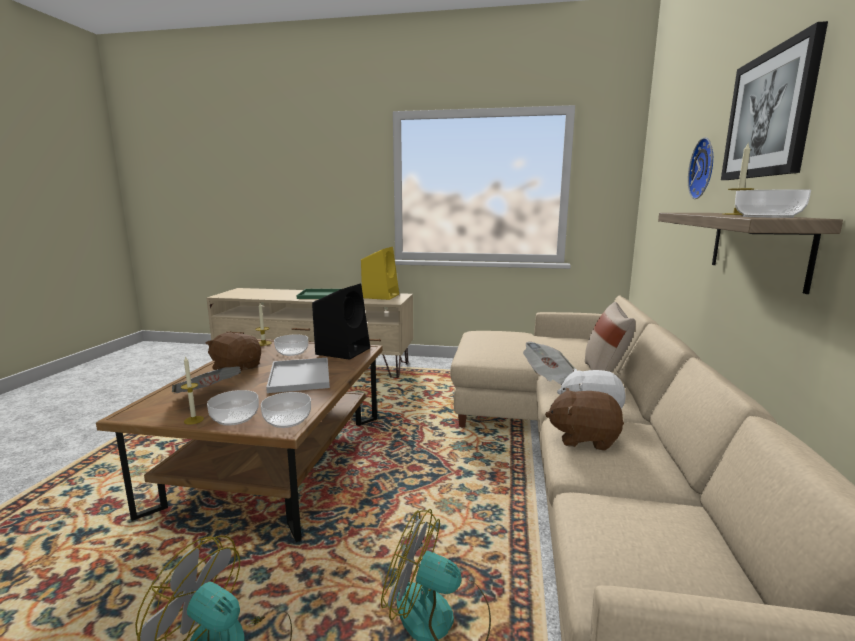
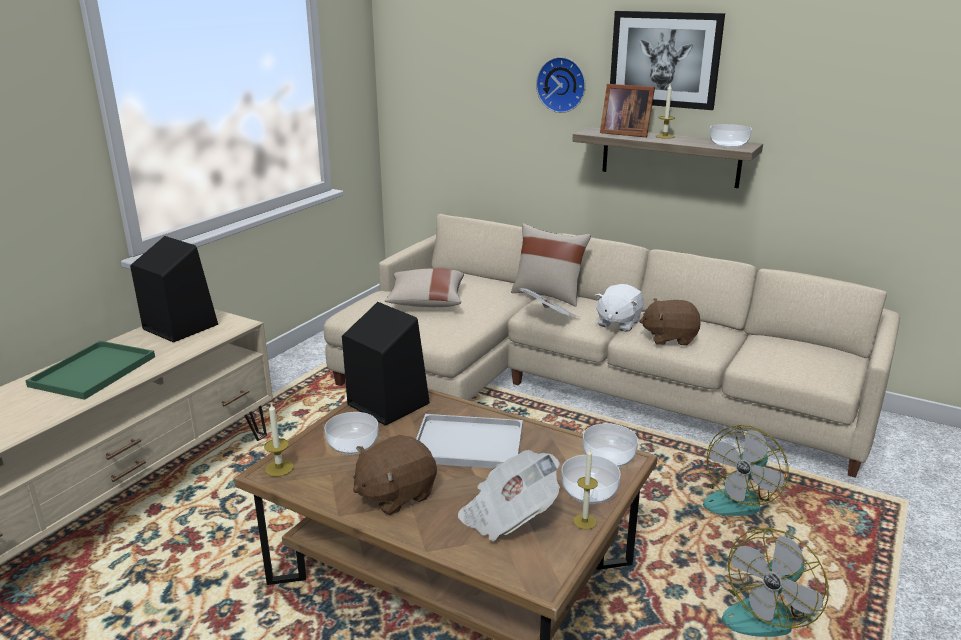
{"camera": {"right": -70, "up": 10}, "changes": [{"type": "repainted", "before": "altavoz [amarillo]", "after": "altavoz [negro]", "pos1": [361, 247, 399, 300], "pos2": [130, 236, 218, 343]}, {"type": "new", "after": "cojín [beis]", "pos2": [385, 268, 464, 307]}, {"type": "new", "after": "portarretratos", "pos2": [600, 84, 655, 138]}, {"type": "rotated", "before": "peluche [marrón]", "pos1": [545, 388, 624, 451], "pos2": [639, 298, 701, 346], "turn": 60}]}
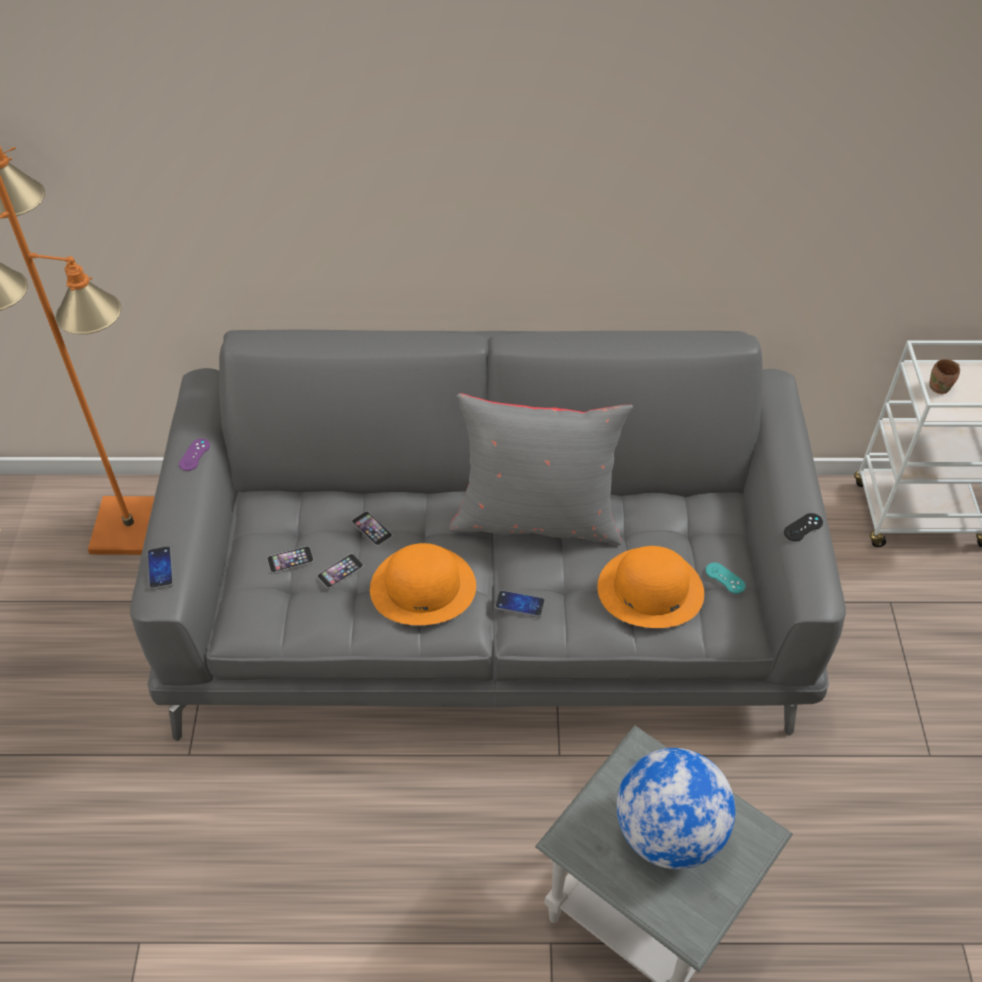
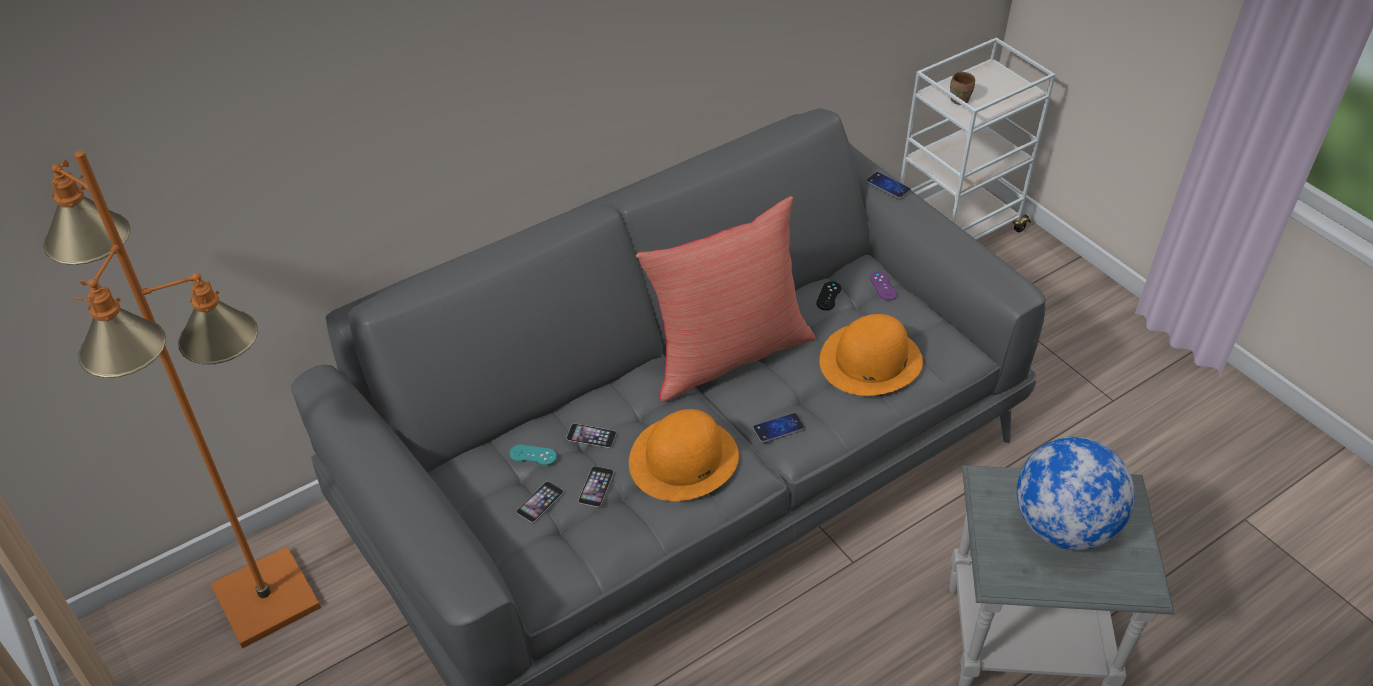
{"camera": {"right": -35, "up": -5}, "changes": [{"type": "shifted", "before": "mando de consola [turquesa]", "pos1": [706, 562, 745, 594], "pos2": [509, 445, 557, 465]}, {"type": "repainted", "before": "cojín [gris]", "after": "cojín [rojo]", "pos1": [449, 393, 633, 545], "pos2": [636, 196, 816, 402]}, {"type": "shifted", "before": "mando de consola [negro]", "pos1": [784, 513, 823, 541], "pos2": [816, 281, 841, 311]}, {"type": "shifted", "before": "móvil", "pos1": [147, 546, 174, 590], "pos2": [866, 172, 911, 199]}, {"type": "shifted", "before": "mando de consola [morado]", "pos1": [179, 438, 210, 471], "pos2": [870, 272, 897, 300]}]}
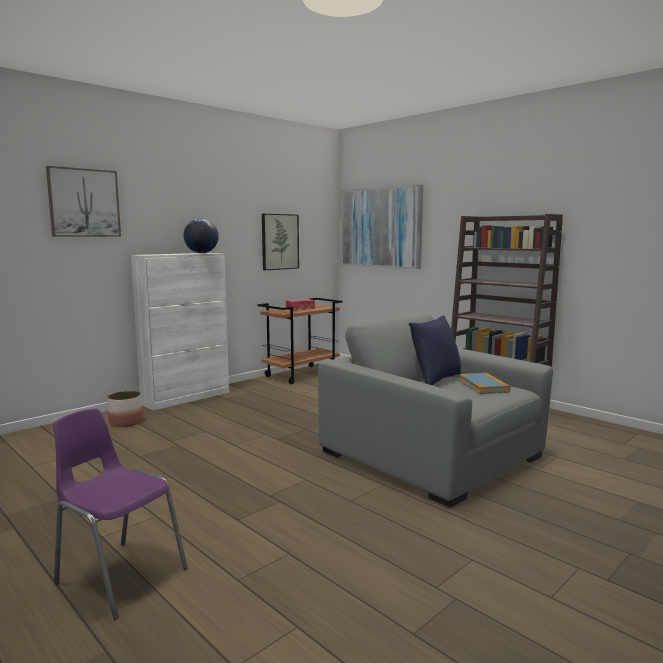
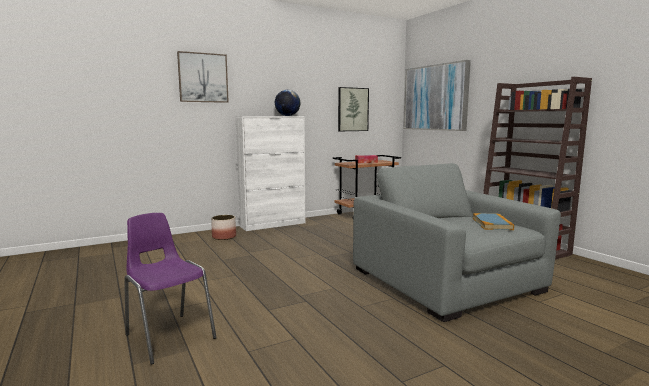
{"camera": {"right": 15, "up": 0}, "changes": [{"type": "gone", "before": "cojín [azul]", "pos1": [409, 316, 461, 385]}]}
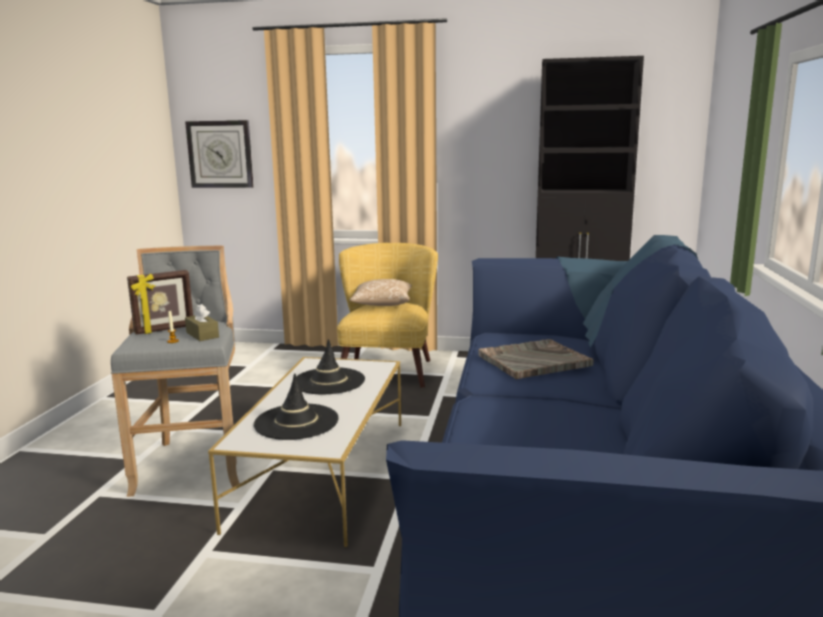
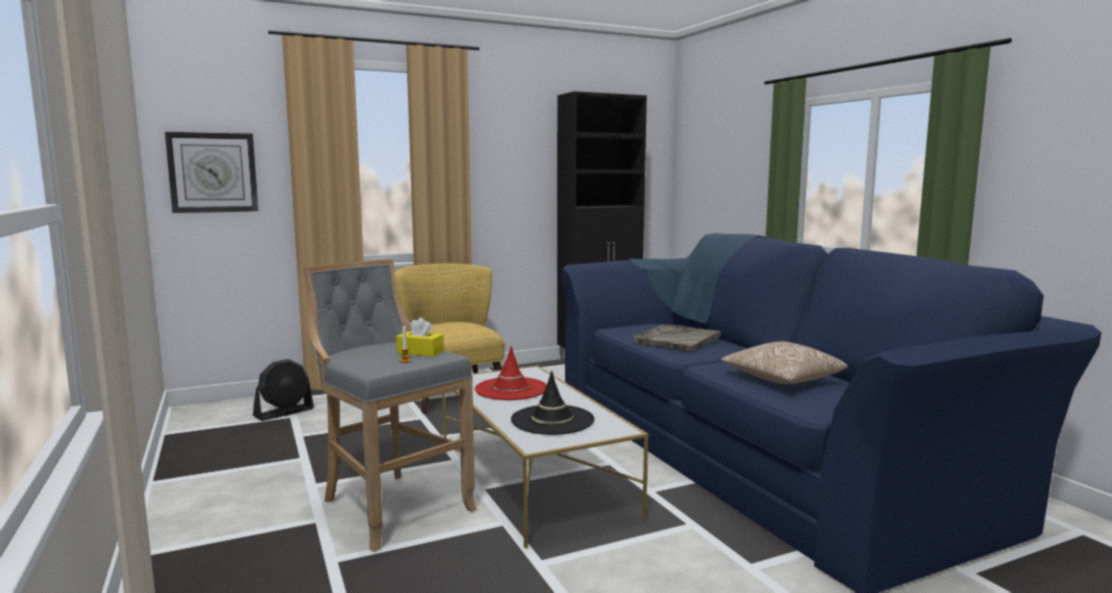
{"camera": {"right": -35, "up": -5}, "changes": [{"type": "new", "after": "ventilador [negro]", "pos2": [253, 359, 314, 421]}, {"type": "repainted", "before": "caja de pañuelos [marrón]", "after": "caja de pañuelos [amarillo]", "pos1": [185, 304, 219, 341], "pos2": [396, 318, 444, 357]}, {"type": "repainted", "before": "sombrero [negro]", "after": "sombrero [rojo]", "pos1": [296, 339, 365, 394], "pos2": [475, 346, 547, 400]}, {"type": "shifted", "before": "cojín", "pos1": [349, 279, 412, 306], "pos2": [721, 341, 848, 384]}, {"type": "gone", "before": "portarretratos", "pos1": [127, 270, 193, 335]}]}
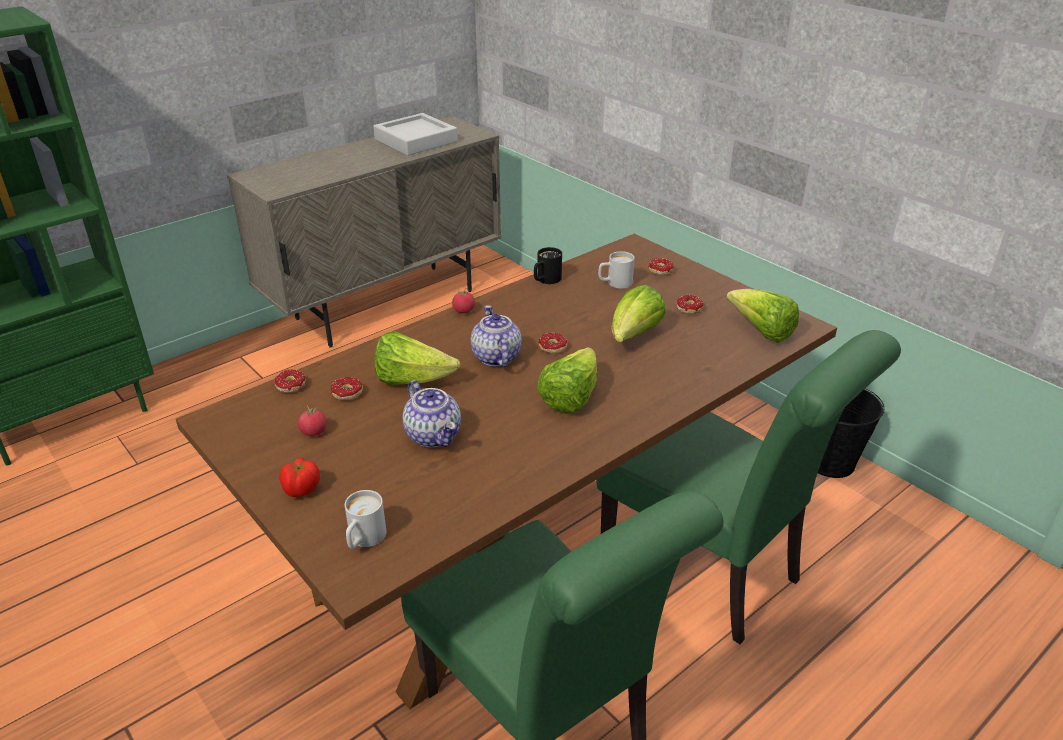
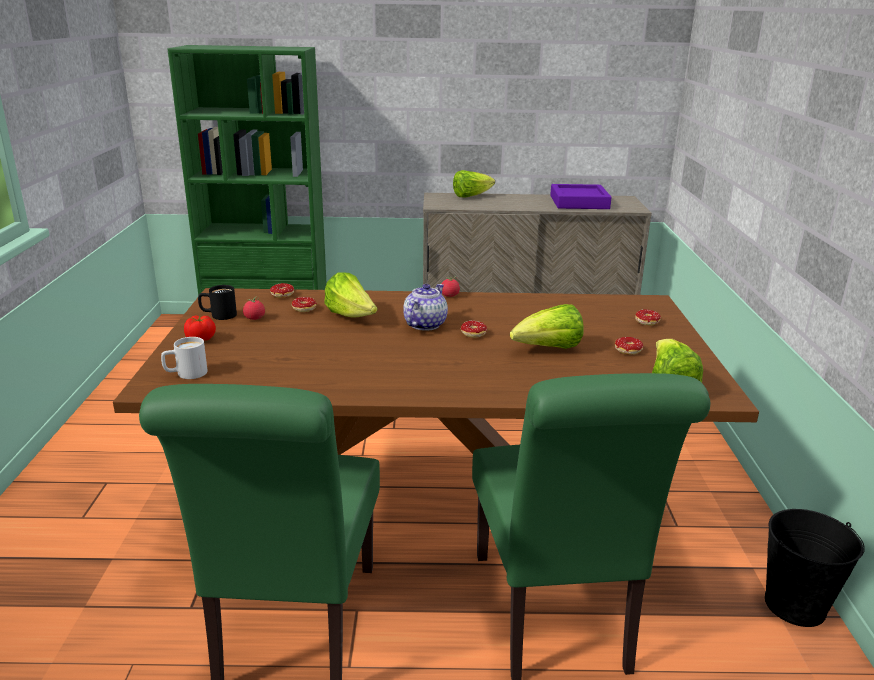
{"camera": {"right": 40, "up": -10}, "changes": [{"type": "shifted", "before": "taza grande [negro]", "pos1": [534, 247, 562, 284], "pos2": [198, 285, 237, 320]}, {"type": "shifted", "before": "lechuga", "pos1": [537, 347, 597, 413], "pos2": [453, 170, 495, 198]}, {"type": "repainted", "before": "bandeja [gris]", "after": "bandeja [morado]", "pos1": [373, 113, 457, 156], "pos2": [550, 184, 612, 209]}, {"type": "gone", "before": "tetera", "pos1": [403, 380, 461, 447]}, {"type": "gone", "before": "taza grande [blanco]", "pos1": [598, 251, 634, 289]}]}
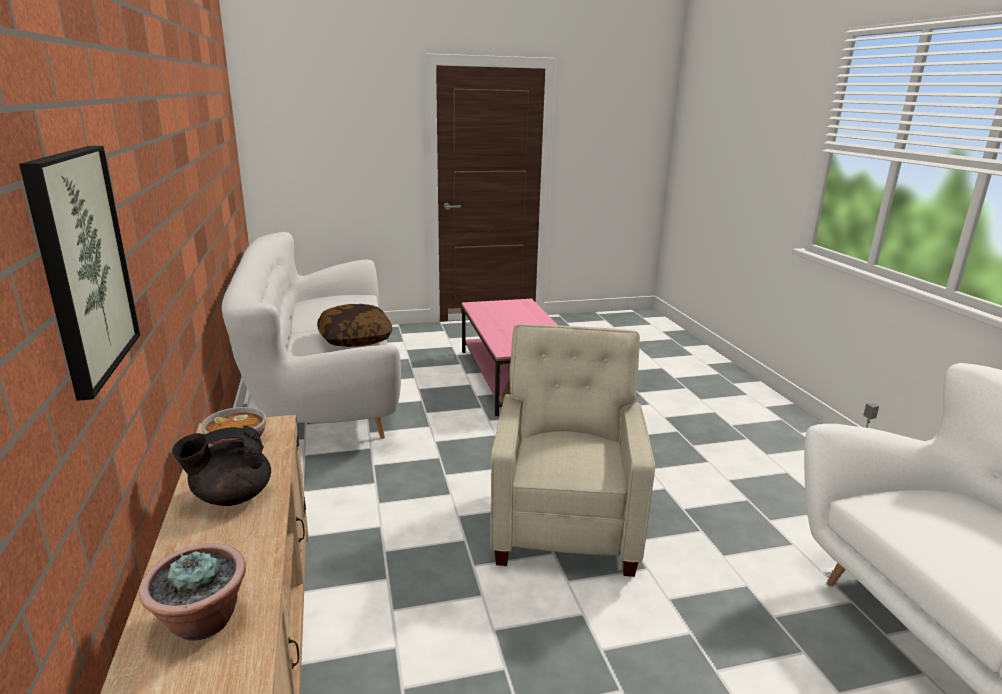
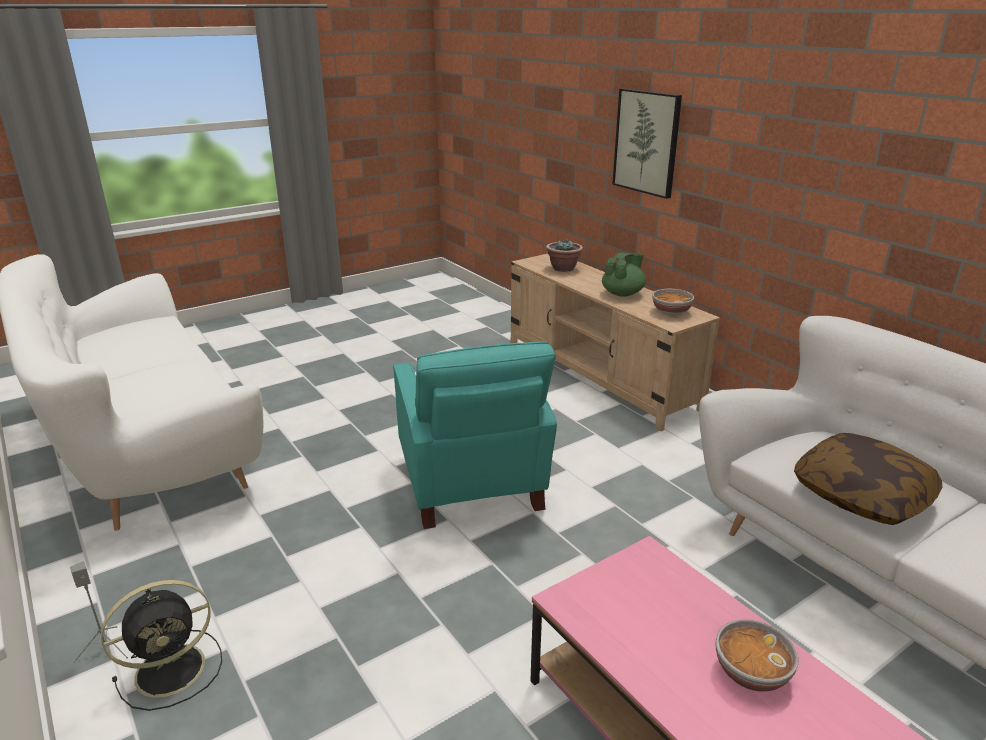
{"camera": {"right": 160, "up": 5}, "changes": [{"type": "new", "after": "ventilador [negro]", "pos2": [101, 580, 222, 711]}, {"type": "repainted", "before": "sillón [beis]", "after": "sillón [turquesa]", "pos1": [491, 324, 655, 577], "pos2": [393, 341, 557, 529]}, {"type": "repainted", "before": "tetera [negro]", "after": "tetera [verde]", "pos1": [172, 426, 271, 506], "pos2": [602, 253, 646, 297]}, {"type": "new", "after": "cuenco", "pos2": [715, 619, 799, 691]}]}
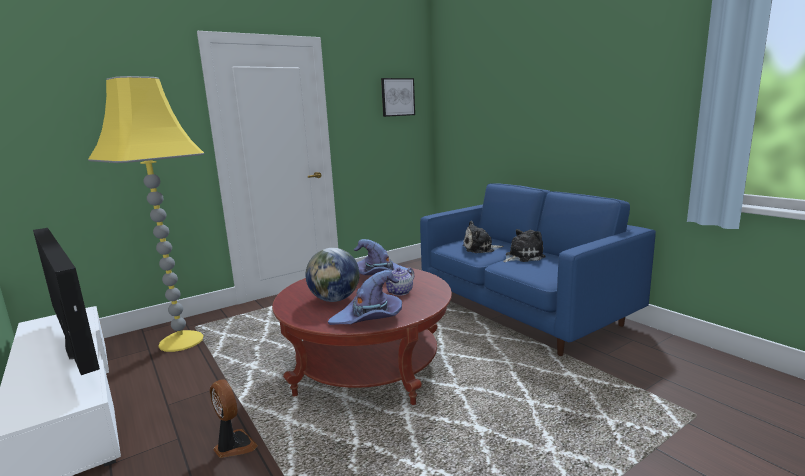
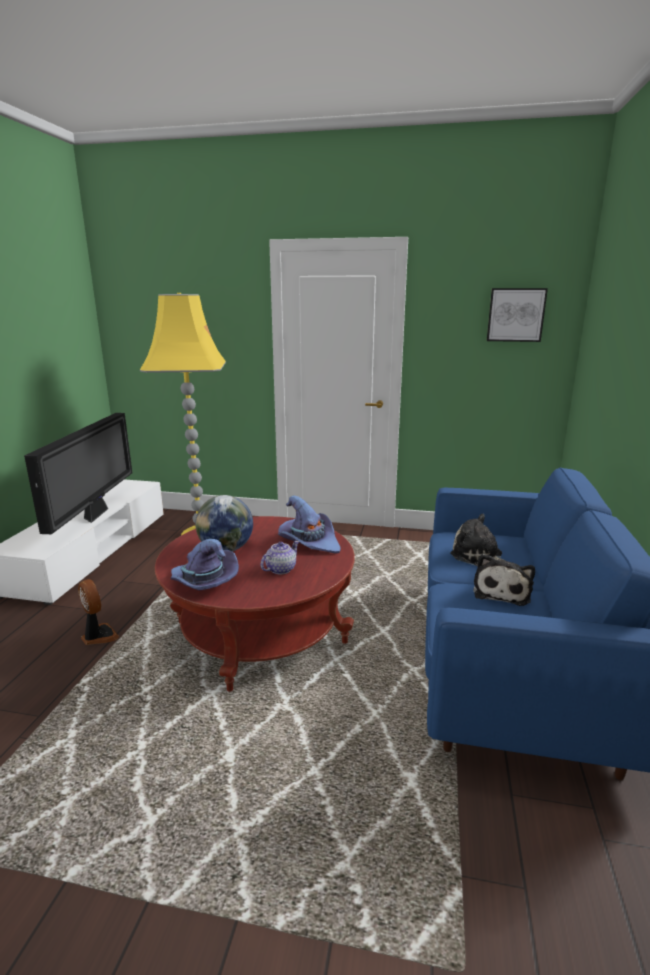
{"camera": {"right": 45, "up": 5}, "changes": [{"type": "rotated", "before": "ventilador", "pos1": [210, 379, 258, 458], "pos2": [78, 579, 119, 645], "turn": -45}, {"type": "rotated", "before": "tetera", "pos1": [386, 267, 414, 296], "pos2": [261, 541, 299, 574], "turn": 135}, {"type": "rotated", "before": "peluche", "pos1": [503, 229, 546, 262], "pos2": [473, 554, 535, 606], "turn": 90}]}
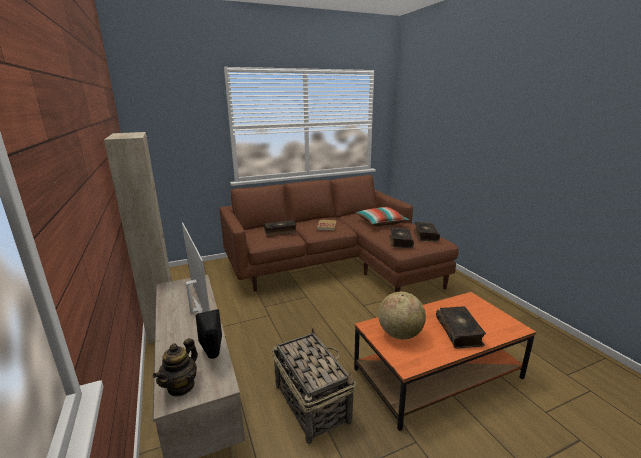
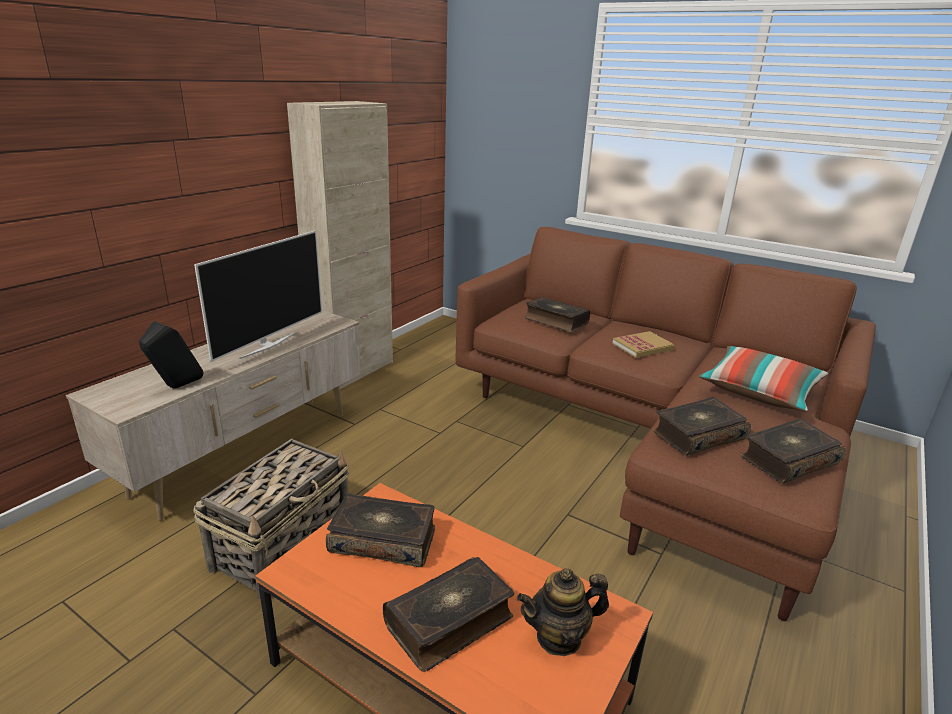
{"camera": {"right": 55, "up": 5}, "changes": [{"type": "swapped", "before": "globo terráqueo", "after": "libro", "pos1": [378, 292, 426, 339], "pos2": [326, 493, 435, 567]}, {"type": "shifted", "before": "tetera", "pos1": [153, 338, 198, 397], "pos2": [517, 568, 609, 656]}]}
